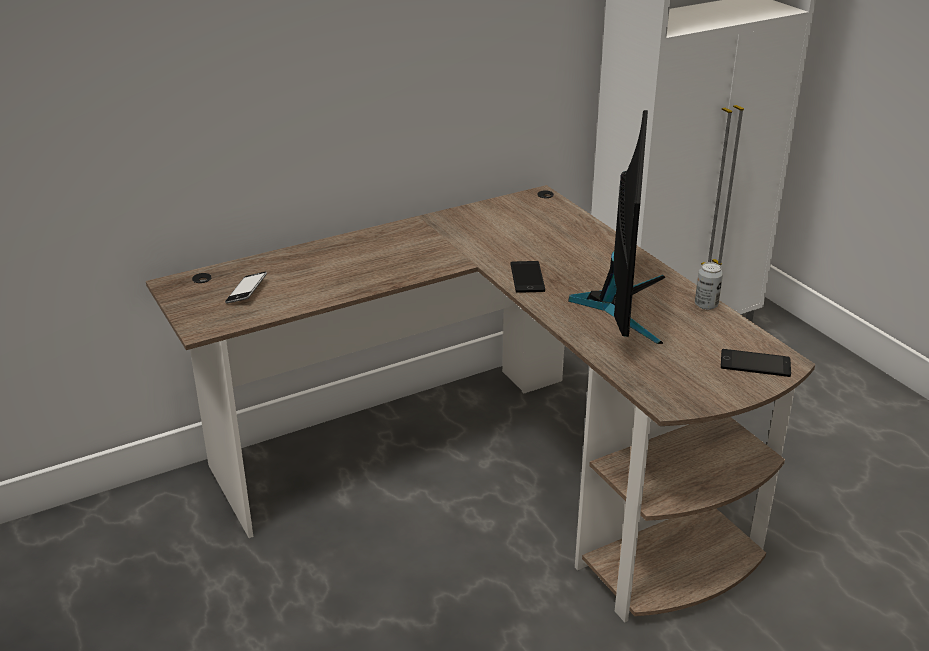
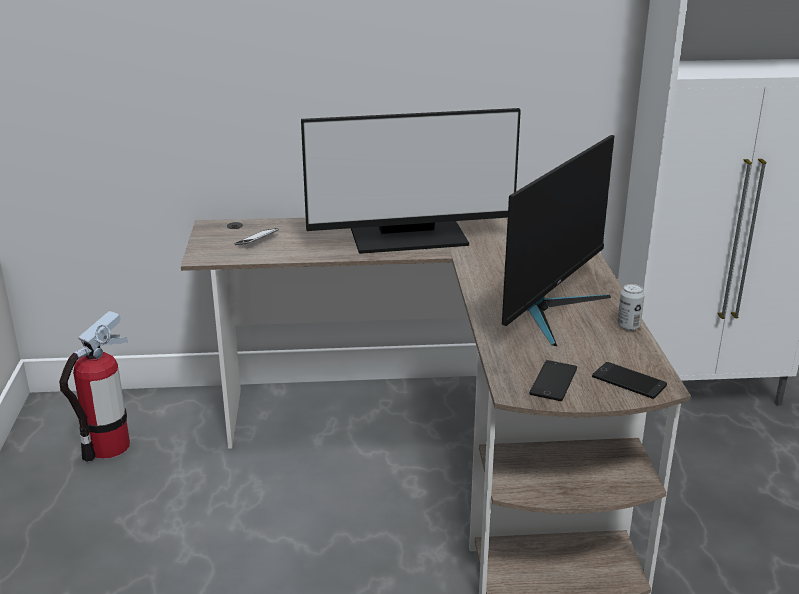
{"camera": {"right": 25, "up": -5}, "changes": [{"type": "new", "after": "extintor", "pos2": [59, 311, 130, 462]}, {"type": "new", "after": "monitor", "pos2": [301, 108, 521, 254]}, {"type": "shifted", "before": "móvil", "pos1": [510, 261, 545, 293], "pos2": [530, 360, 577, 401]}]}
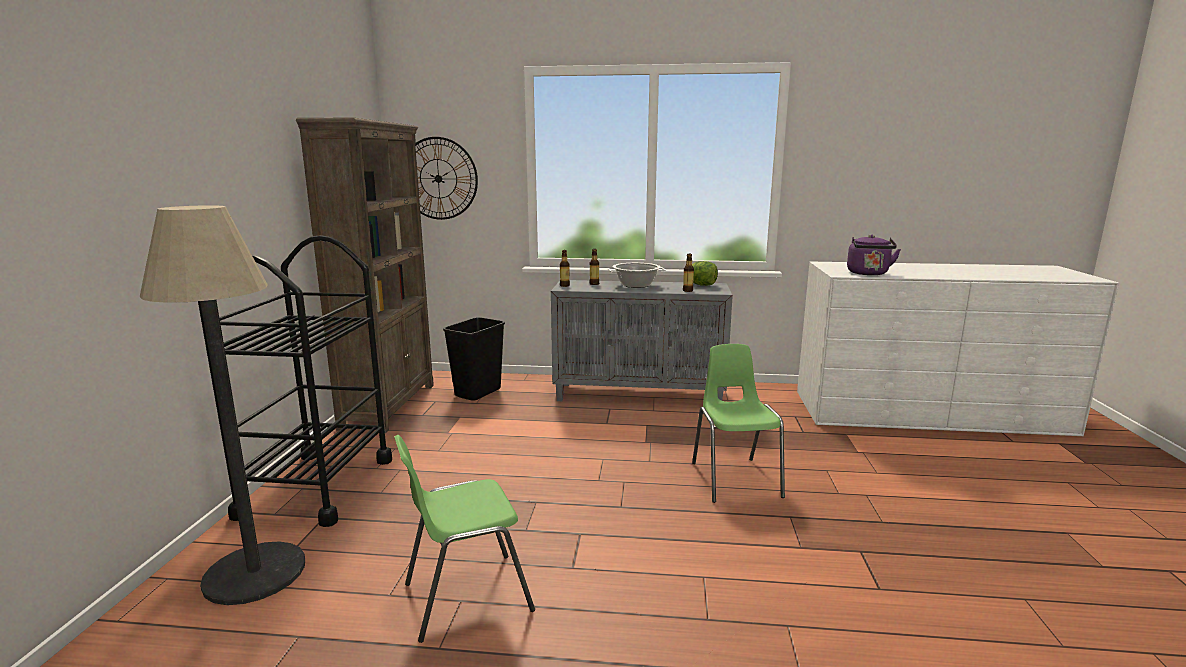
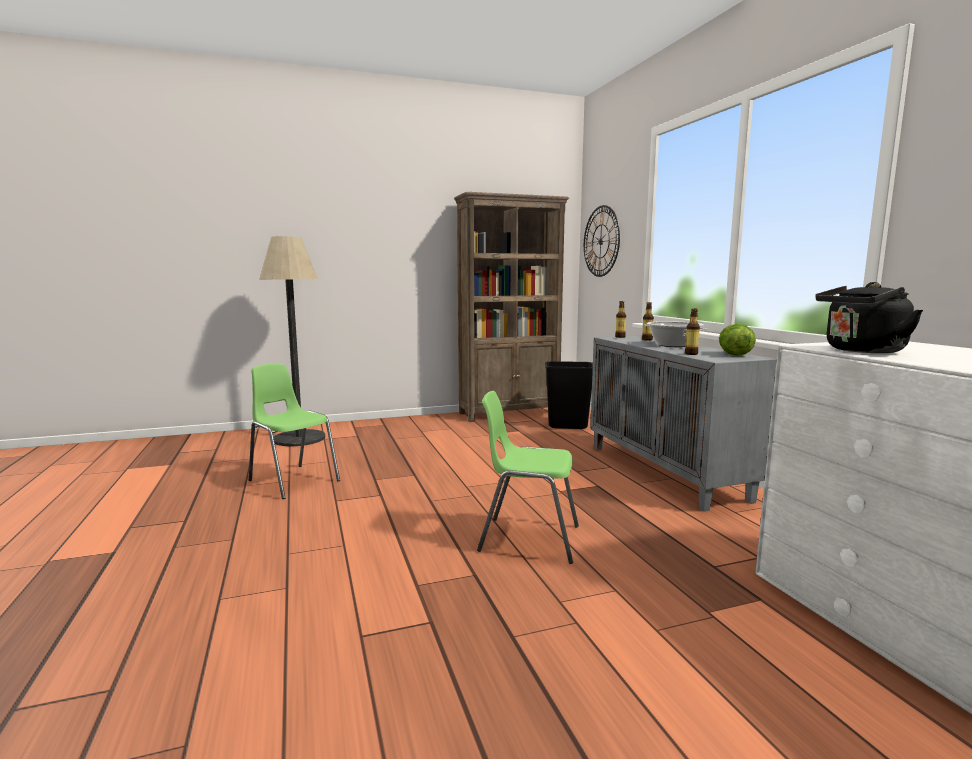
{"camera": {"right": 65, "up": -5}, "changes": [{"type": "rotated", "before": "silla [verde]", "pos1": [692, 344, 785, 503], "pos2": [477, 391, 579, 564], "turn": -135}, {"type": "repainted", "before": "hervidor [morado]", "after": "hervidor [negro]", "pos1": [847, 235, 901, 275], "pos2": [815, 282, 923, 353]}, {"type": "gone", "before": "carrito [negro]", "pos1": [198, 235, 392, 527]}]}
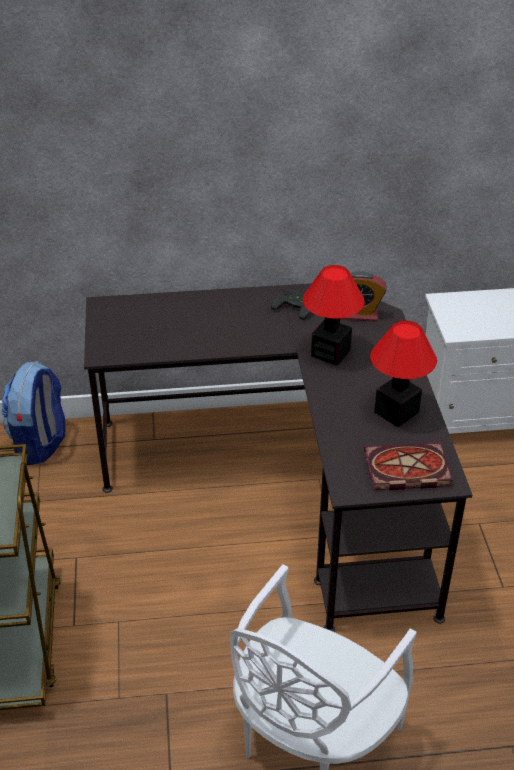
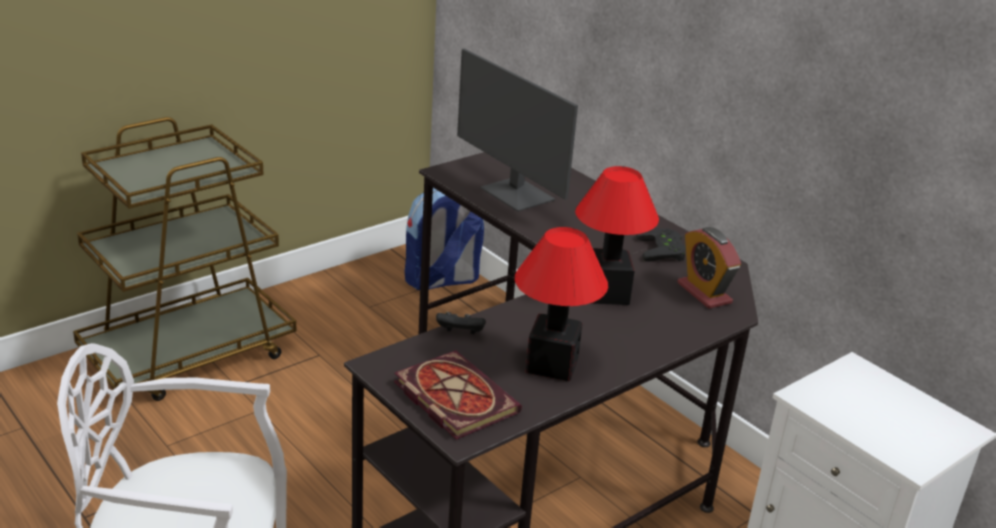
{"camera": {"right": 55, "up": -10}, "changes": [{"type": "new", "after": "mando de consola [negro]", "pos2": [436, 312, 486, 334]}, {"type": "new", "after": "monitor", "pos2": [457, 48, 578, 212]}]}
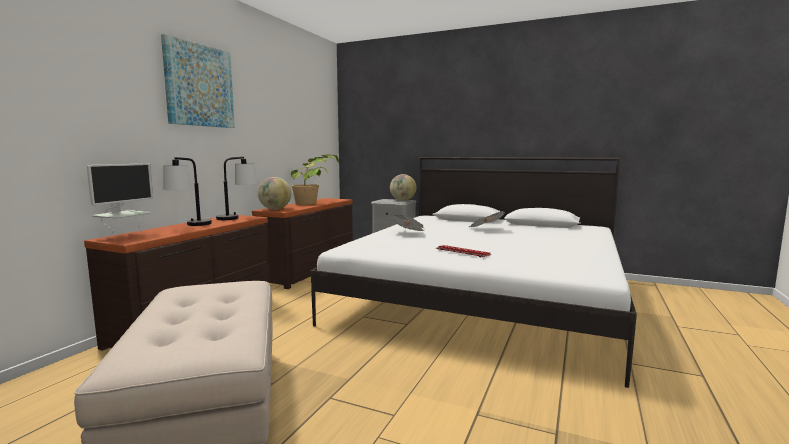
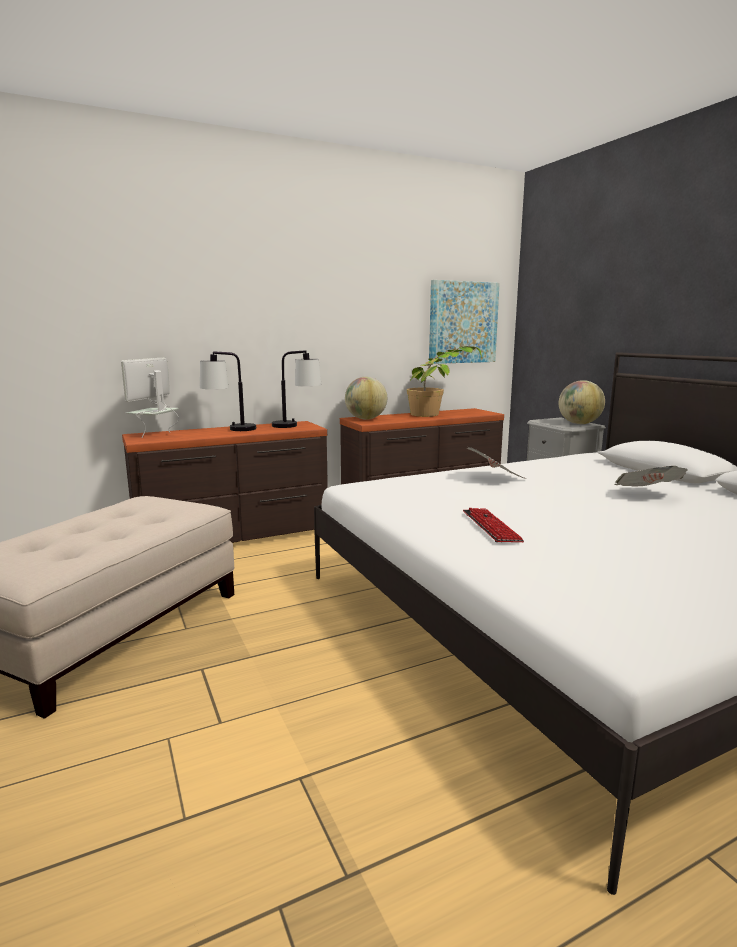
{"camera": {"right": 40, "up": 5}, "changes": [{"type": "rotated", "before": "monitor", "pos1": [87, 163, 153, 234], "pos2": [121, 357, 179, 438], "turn": 135}, {"type": "shifted", "before": "cuadro", "pos1": [161, 34, 235, 128], "pos2": [429, 280, 500, 364]}]}
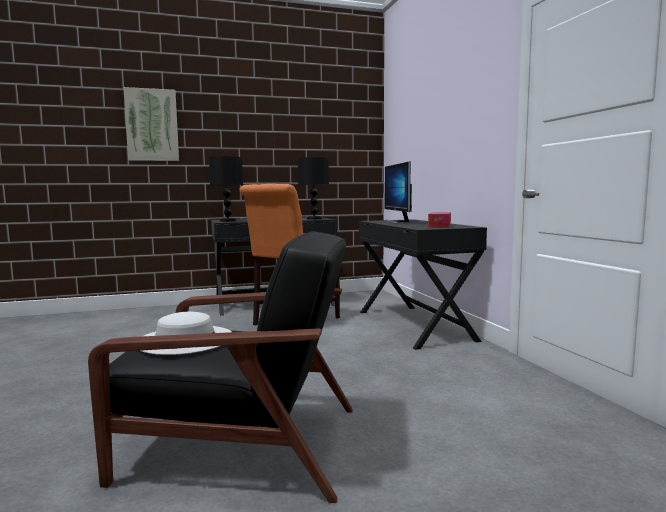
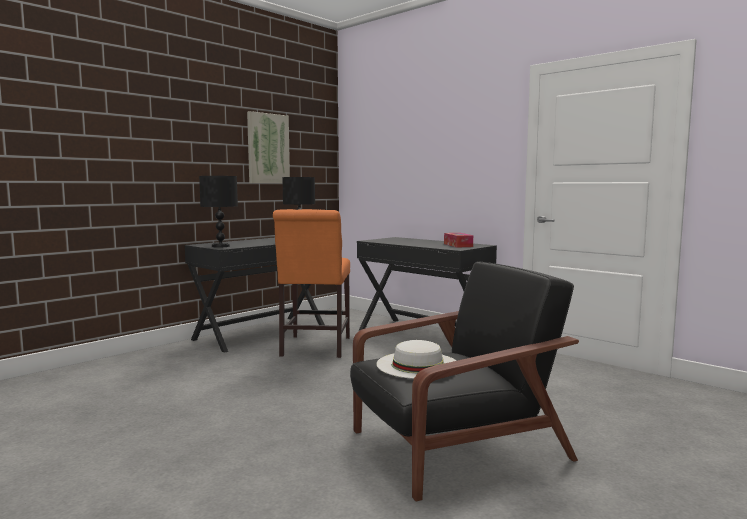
{"camera": {"right": -30, "up": 0}, "changes": [{"type": "shifted", "before": "cuadro", "pos1": [123, 87, 179, 161], "pos2": [247, 111, 290, 183]}, {"type": "gone", "before": "monitor", "pos1": [384, 161, 412, 224]}]}
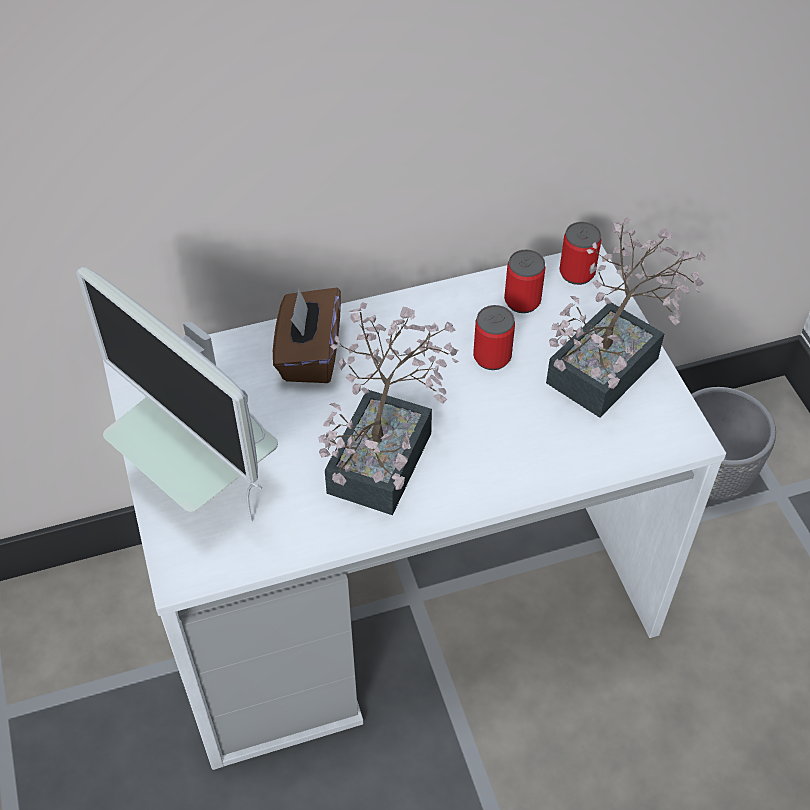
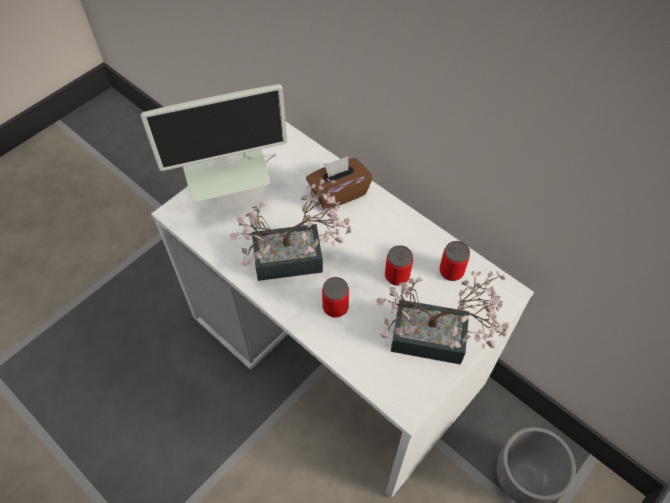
{"camera": {"right": 60, "up": 5}, "changes": [{"type": "rotated", "before": "monitor", "pos1": [76, 267, 278, 521], "pos2": [140, 84, 287, 202], "turn": -120}, {"type": "shifted", "before": "lata", "pos1": [559, 222, 601, 285], "pos2": [322, 277, 349, 318]}]}
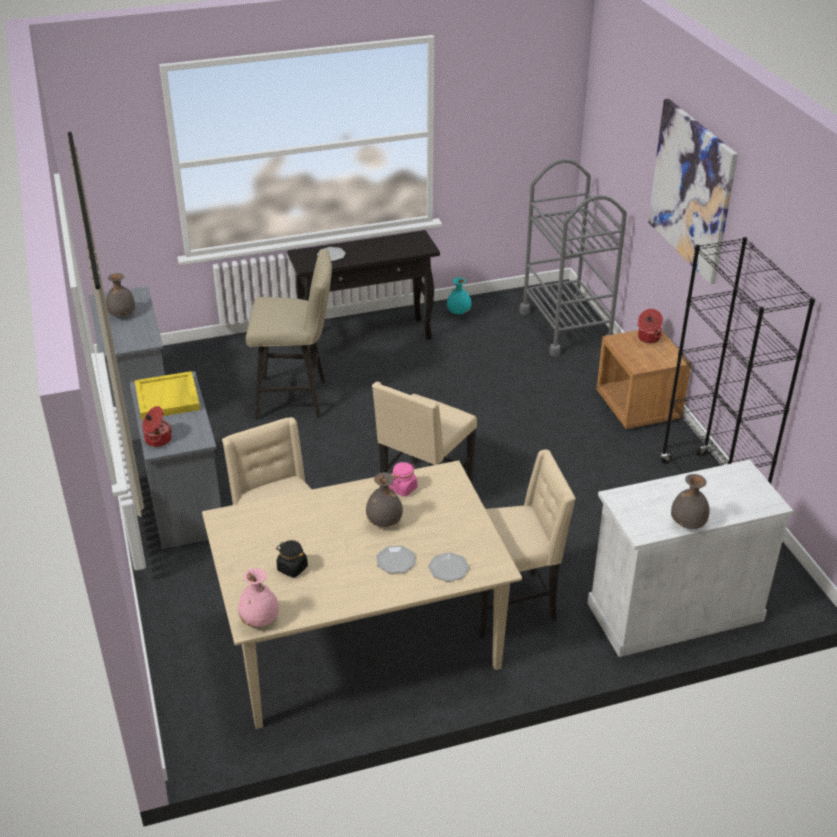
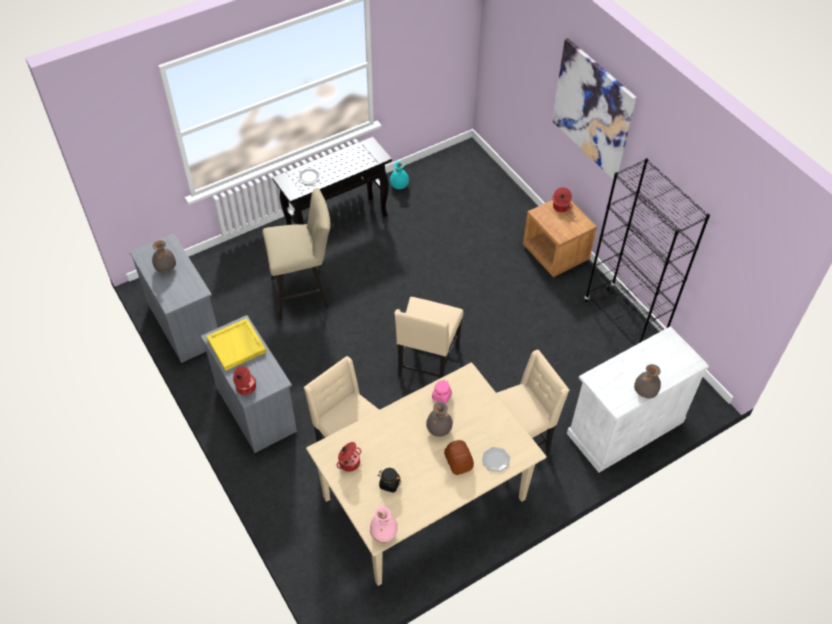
{"camera": {"right": -15, "up": 15}, "changes": [{"type": "new", "after": "olla", "pos2": [337, 442, 361, 472]}, {"type": "swapped", "before": "plato", "after": "pan", "pos1": [376, 546, 416, 574], "pos2": [444, 440, 474, 475]}, {"type": "gone", "before": "carrito [gris]", "pos1": [519, 159, 627, 356]}]}
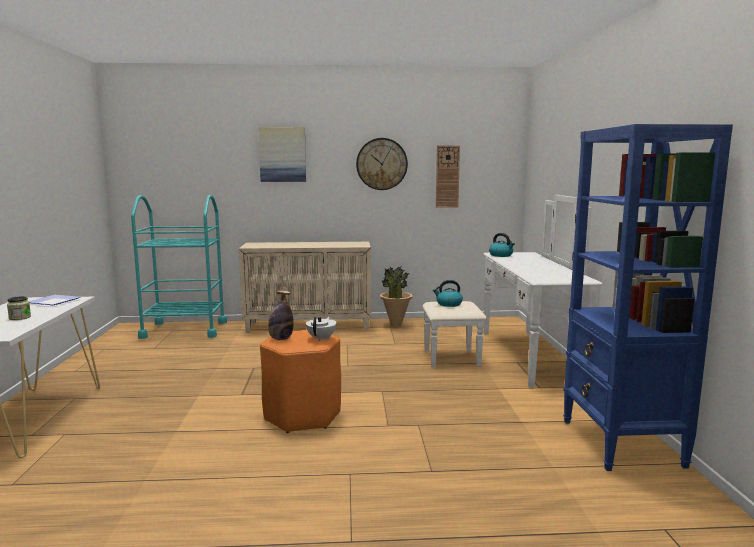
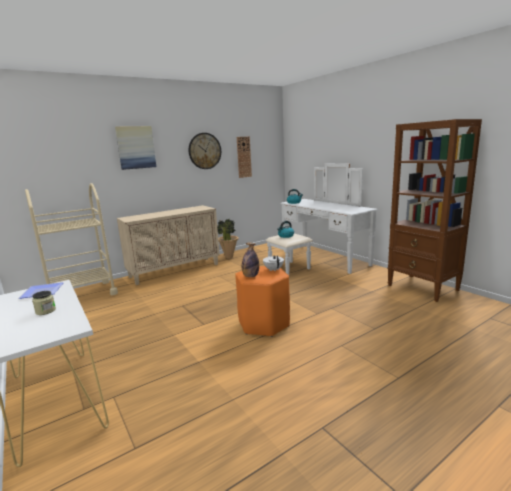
{"camera": {"right": -30, "up": 5}, "changes": [{"type": "repainted", "before": "carrito [turquesa]", "after": "carrito [beis]", "pos1": [131, 195, 227, 339], "pos2": [25, 183, 118, 295]}, {"type": "repainted", "before": "estantería [azul]", "after": "estantería [marrón]", "pos1": [563, 124, 733, 471], "pos2": [388, 119, 482, 302]}]}
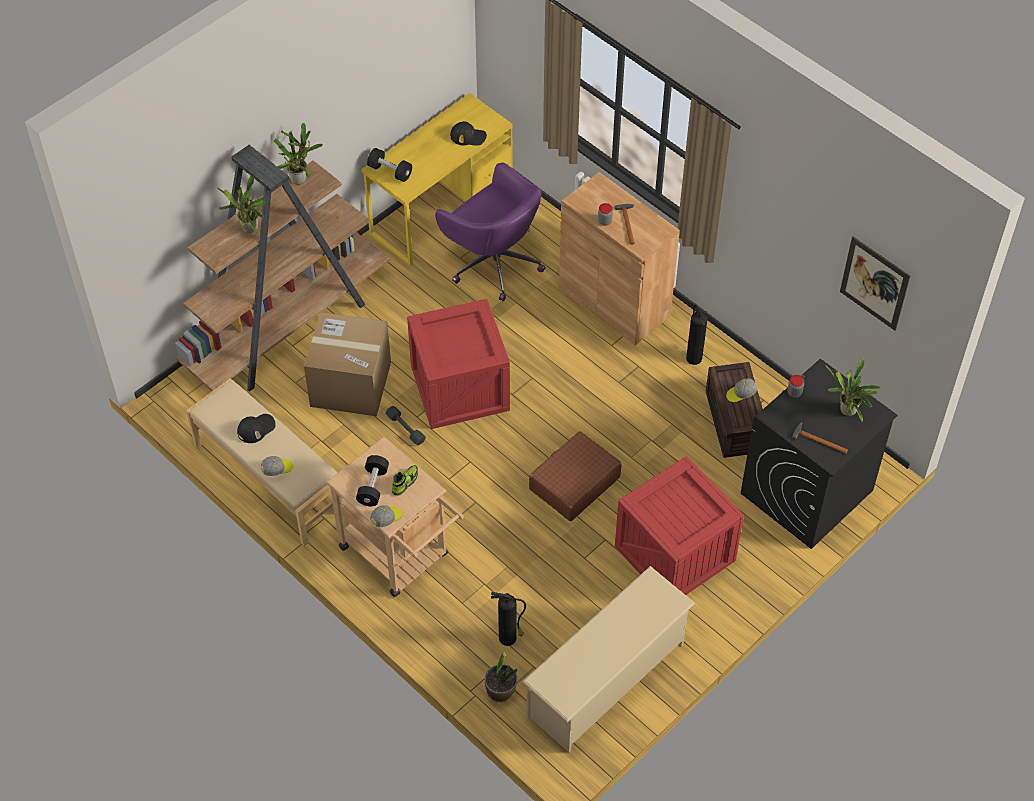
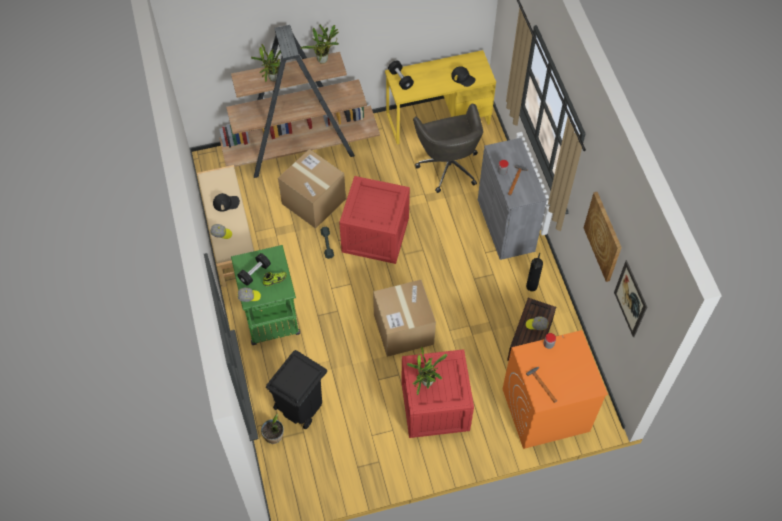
{"camera": {"right": 30, "up": 5}, "changes": [{"type": "repainted", "before": "carrito [beis]", "after": "carrito [verde]", "pos1": [326, 437, 464, 597], "pos2": [231, 245, 300, 345]}, {"type": "swapped", "before": "extintor", "after": "papelera [negro]", "pos1": [491, 592, 526, 646], "pos2": [266, 350, 327, 429]}, {"type": "swapped", "before": "maleta [marrón]", "after": "caja de cartón", "pos1": [529, 431, 622, 521], "pos2": [373, 280, 436, 357]}, {"type": "shifted", "before": "planta en maceta", "pos1": [826, 359, 881, 422], "pos2": [407, 346, 448, 395]}, {"type": "repainted", "before": "silla de oficina [morado]", "after": "silla de oficina [gris]", "pos1": [435, 163, 545, 301], "pos2": [413, 104, 483, 193]}, {"type": "repainted", "before": "armario [marrón]", "after": "armario [gris]", "pos1": [559, 172, 680, 345], "pos2": [478, 138, 547, 260]}, {"type": "repainted", "before": "lavadora [negro]", "after": "lavadora [naranja]", "pos1": [741, 359, 898, 549], "pos2": [503, 330, 608, 449]}, {"type": "new", "after": "cuadro", "pos2": [584, 192, 622, 282]}, {"type": "gone", "before": "zapatero [beis]", "pos1": [522, 566, 695, 752]}]}
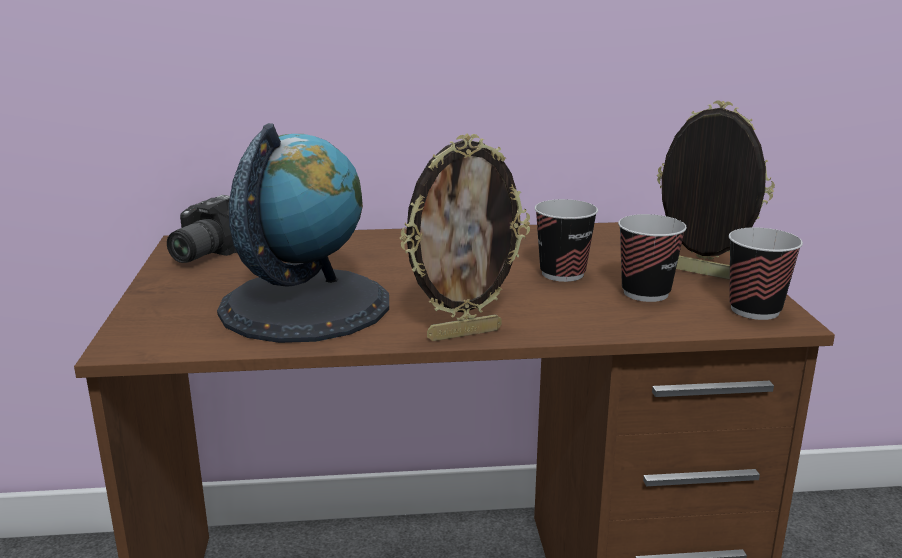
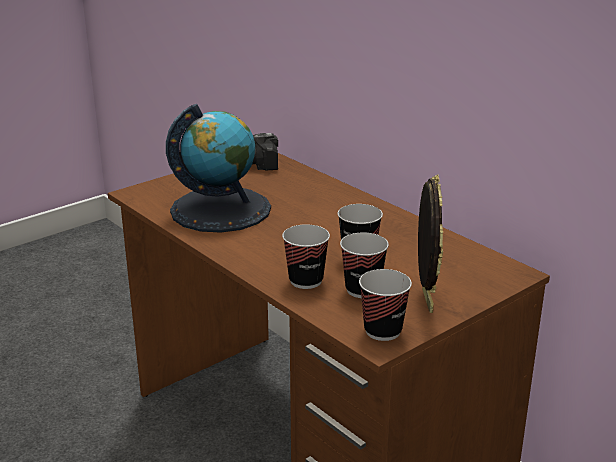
{"camera": {"right": 55, "up": 5}, "changes": [{"type": "new", "after": "taza", "pos2": [282, 224, 330, 289]}, {"type": "gone", "before": "portarretratos", "pos1": [400, 134, 530, 341]}]}
